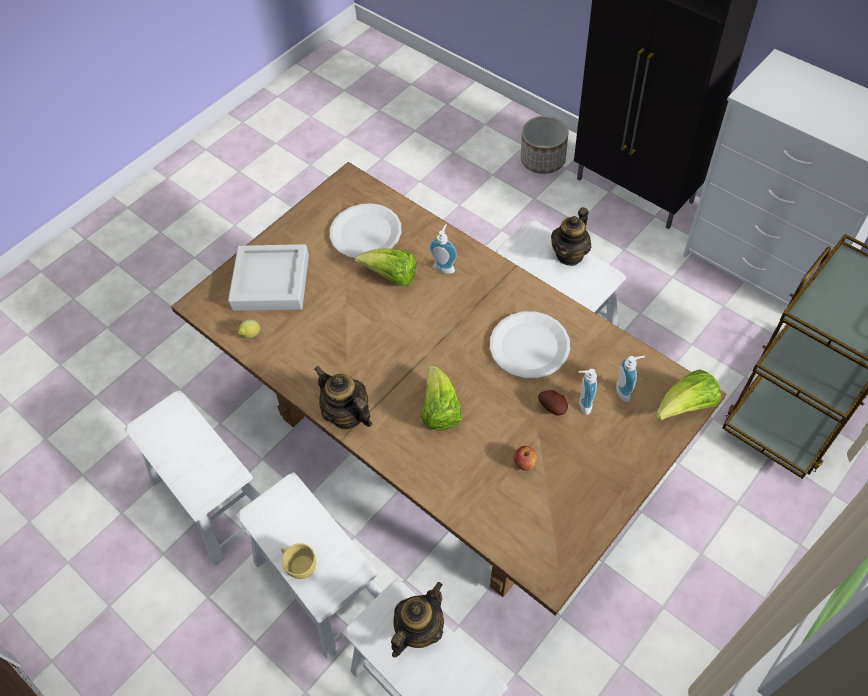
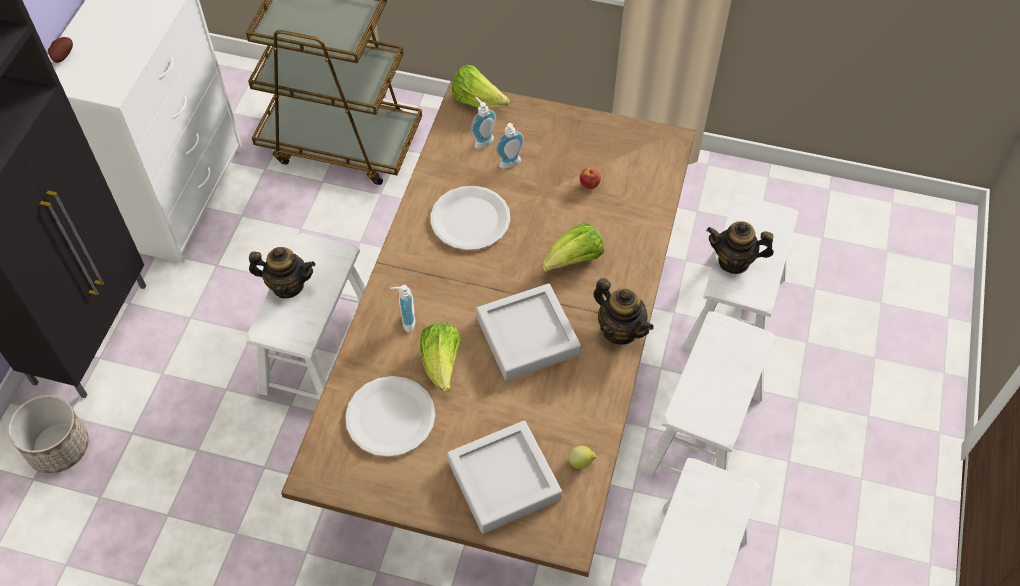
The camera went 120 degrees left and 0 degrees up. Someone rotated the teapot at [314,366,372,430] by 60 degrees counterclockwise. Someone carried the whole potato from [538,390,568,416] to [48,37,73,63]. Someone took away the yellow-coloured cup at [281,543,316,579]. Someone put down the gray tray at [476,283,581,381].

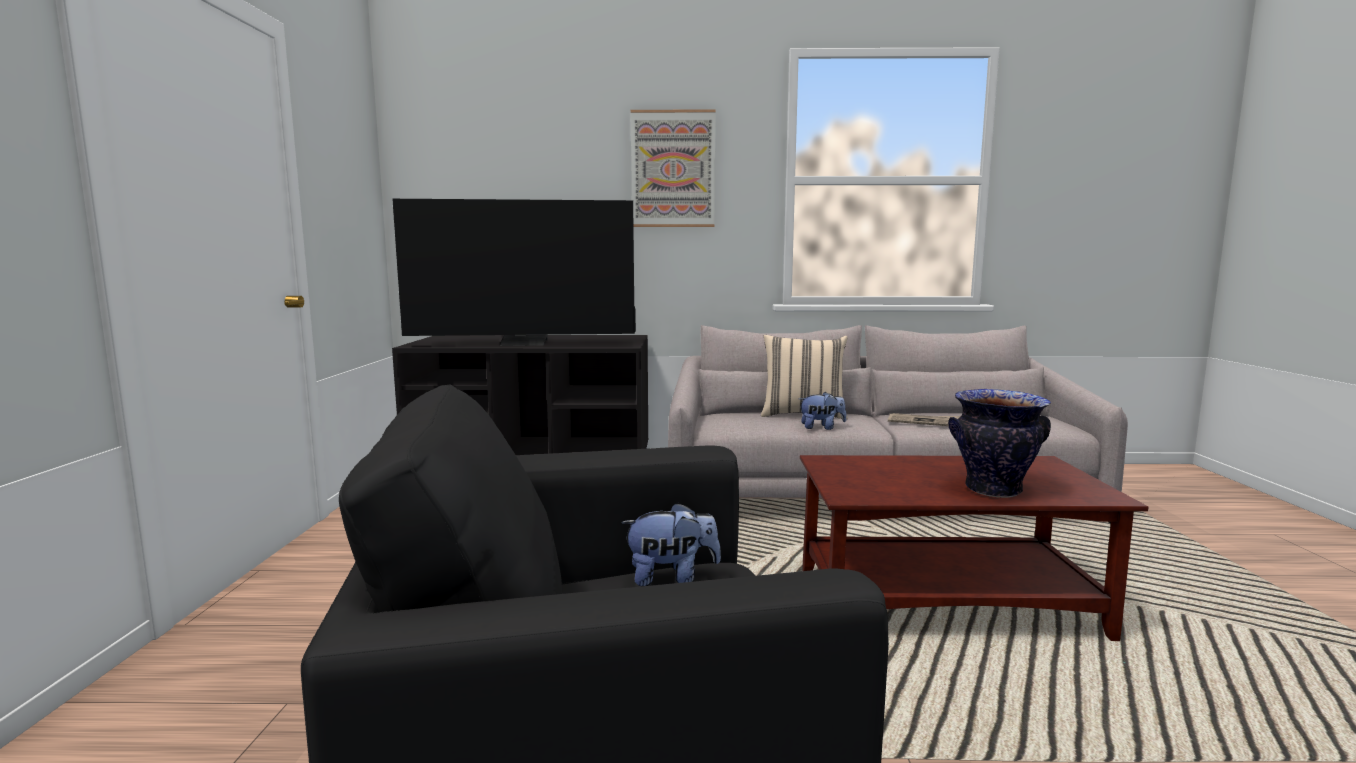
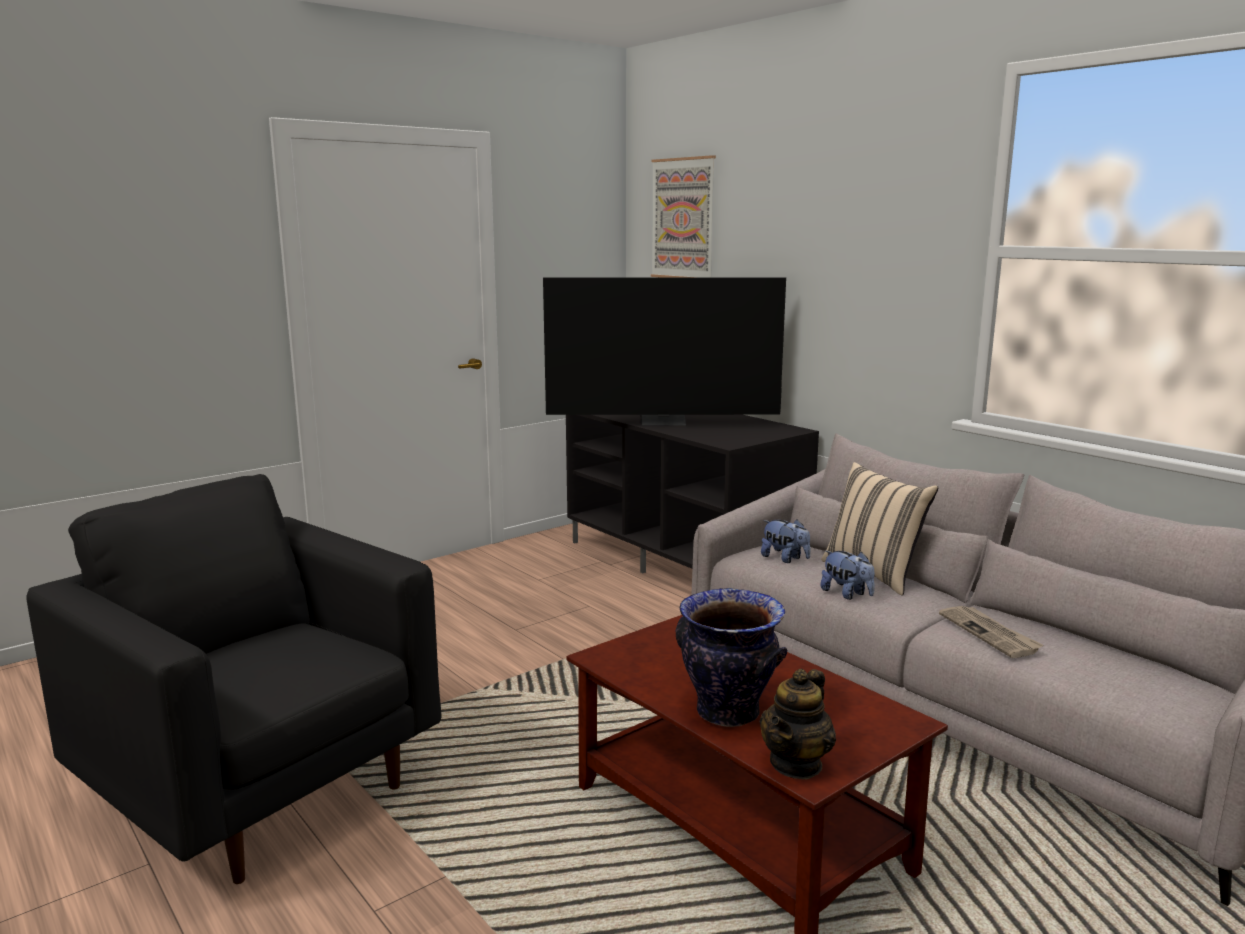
The camera went 50 degrees right and 5 degrees up. Someone carried the wall art from [631,110,716,227] to [651,155,716,278]. Someone rotated the TV set at [392,199,636,346] by 45 degrees counterclockwise. Someone carried the cuddly toy from [621,502,721,586] to [761,519,811,563]. Someone put down the teapot at [760,669,836,780].

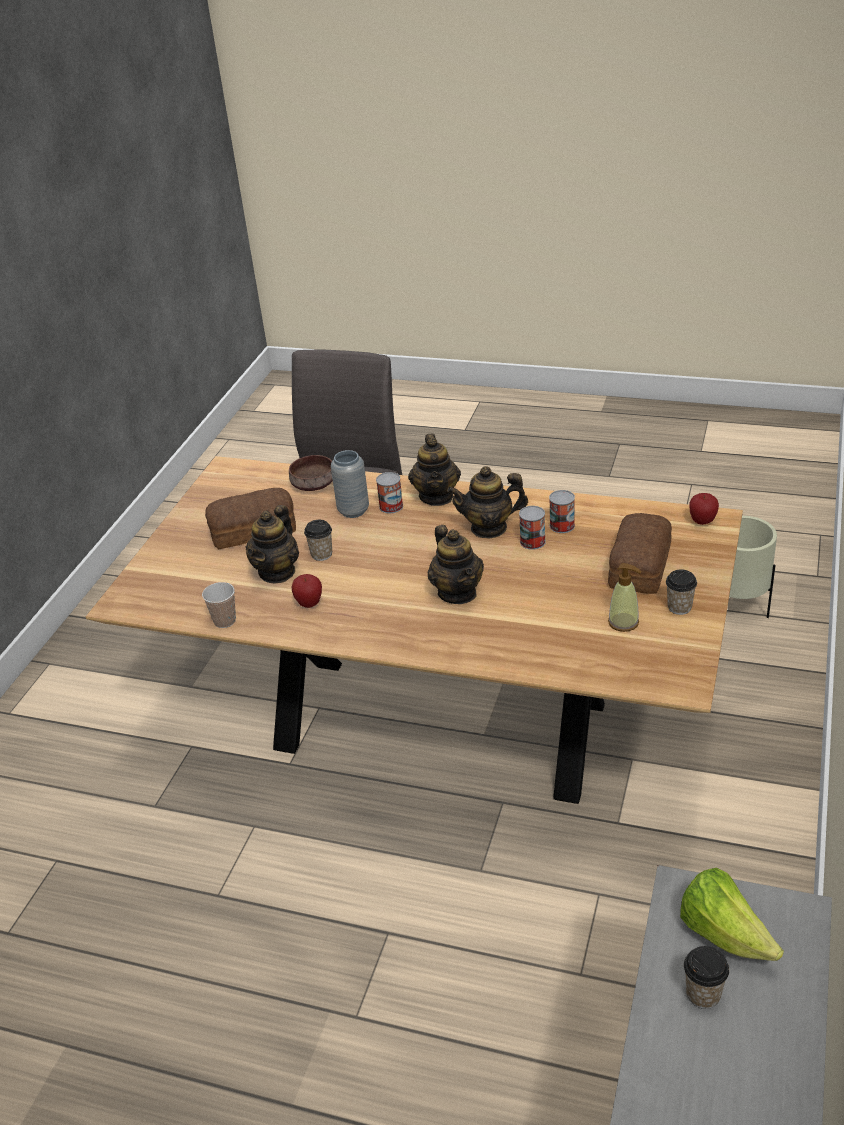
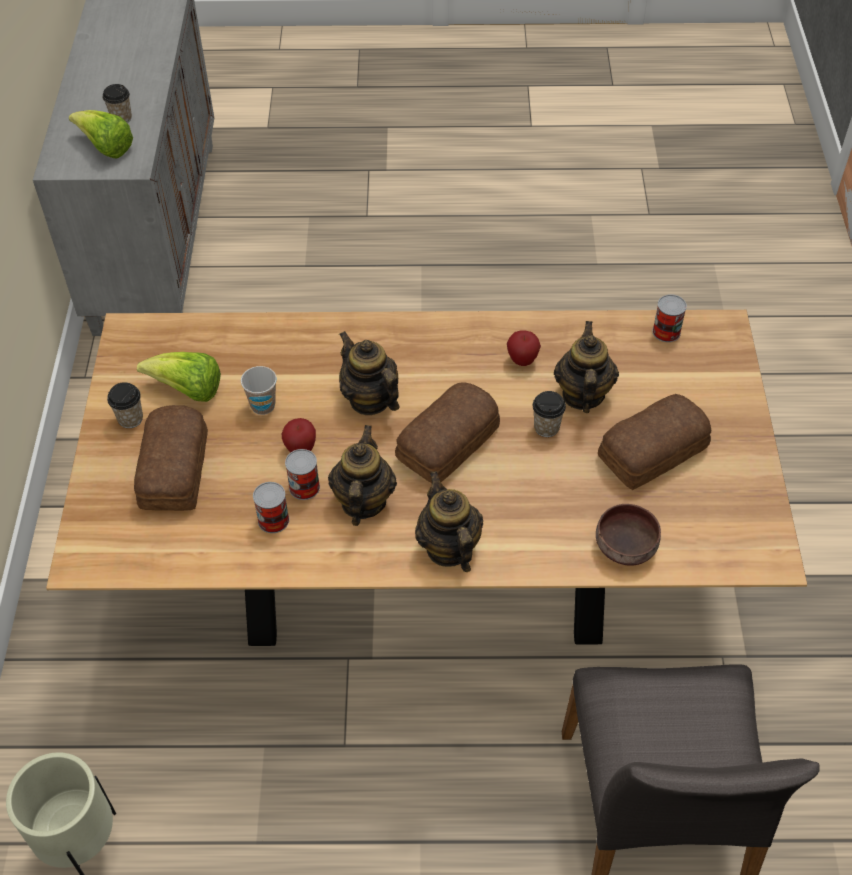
The camera went 160 degrees right and 15 degrees up. Someone took away the gray decorative vase at [331,450,369,518]. Someone rotated the teapot at [447,466,528,538] by 60 degrees counterclockwise. Someone carried the sealed can from [376,472,403,513] to [652,294,687,342]. Someone carried the whole apple from [689,493,719,525] to [281,418,316,453]. Someone swapped the soap bottle at [608,563,642,632] for the lettuce head at [137,352,221,402]. Someone carried the cup from [202,582,236,628] to [241,366,277,415]. Someone put down the bakery bread at [395,382,500,483].

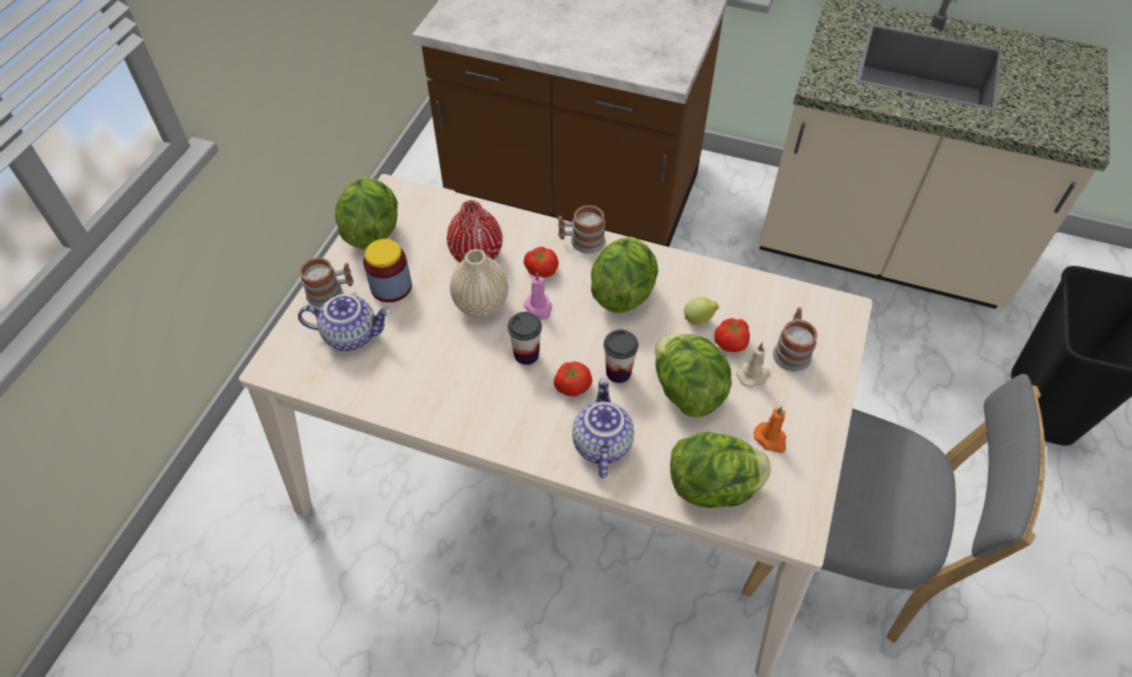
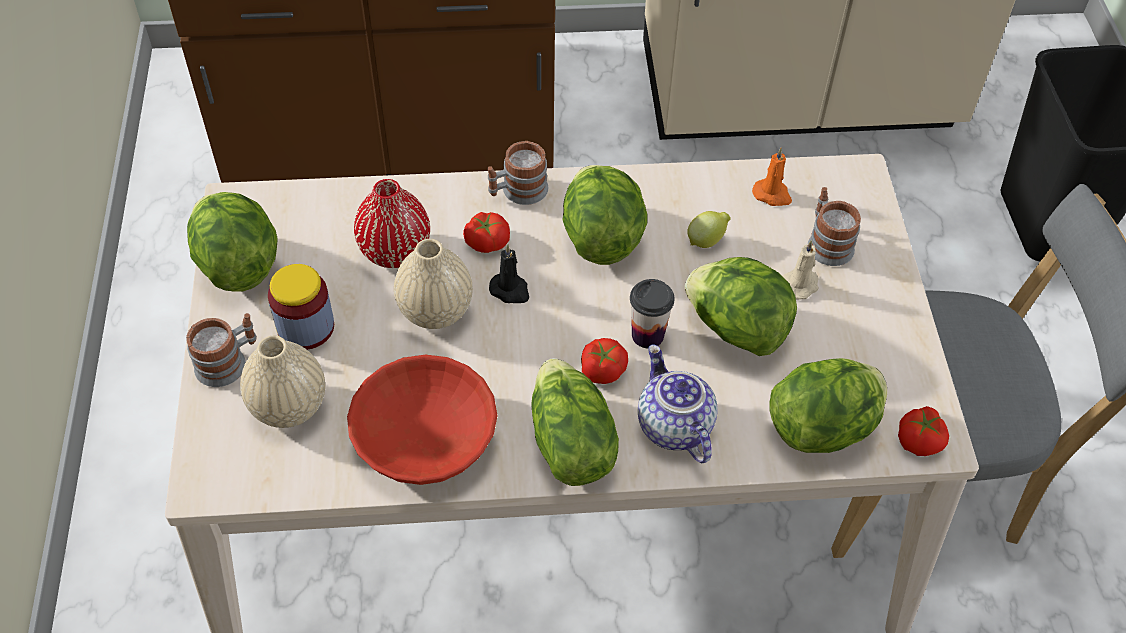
The camera went 25 degrees left and 0 degrees up. Someone repainted the pink-coloured wax candle at [523,272,552,320], which became the blackish wax candle at [489,244,529,303]. Someone swapped the teapot at [298,294,391,351] for the sand-coloured decorative vase at [240,336,325,428]. Someone took away the cup at [508,312,542,365]. Someone carried the whole tomato from [714,318,750,352] to [898,406,949,456]. Someone carried the orangey wax candle from [753,406,786,453] to [752,148,792,206]. Someone put down the red-coloured deep dish at [347,355,497,485]. Someone put down the lettuce head at [531,358,619,486].

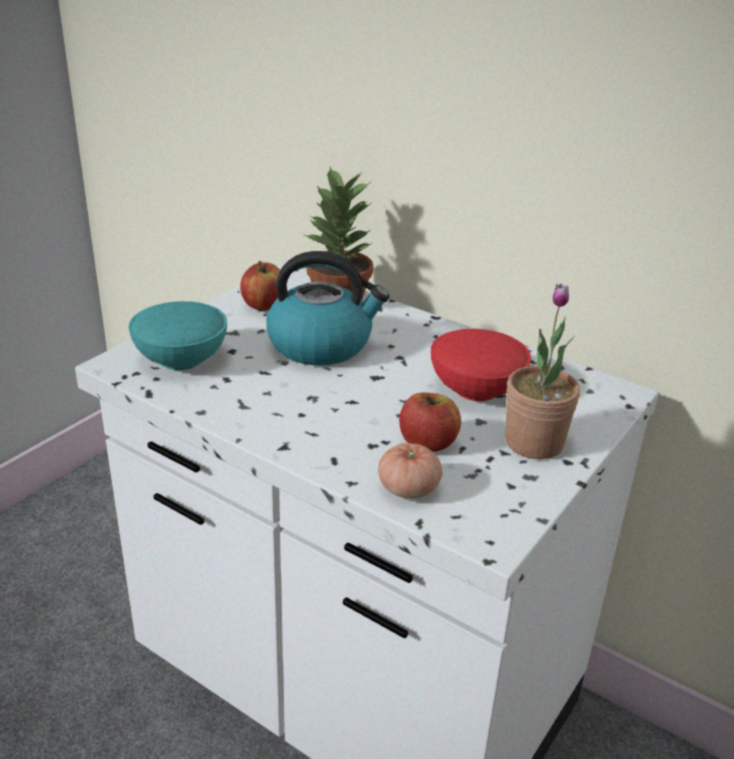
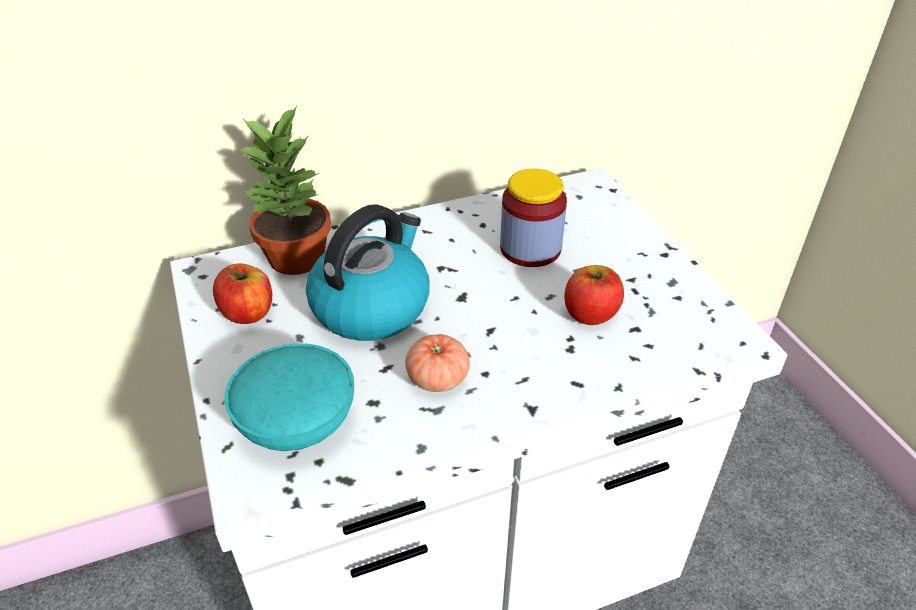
The camera went 55 degrees left and 10 degrees up. Someone took away the potted plant at [506,283,580,459]. Someone swapped the red-coloured deep dish at [431,329,531,401] for the storage jar at [500,169,567,267]. Someone carried the whole tomato from [378,443,442,499] to [405,334,470,392].

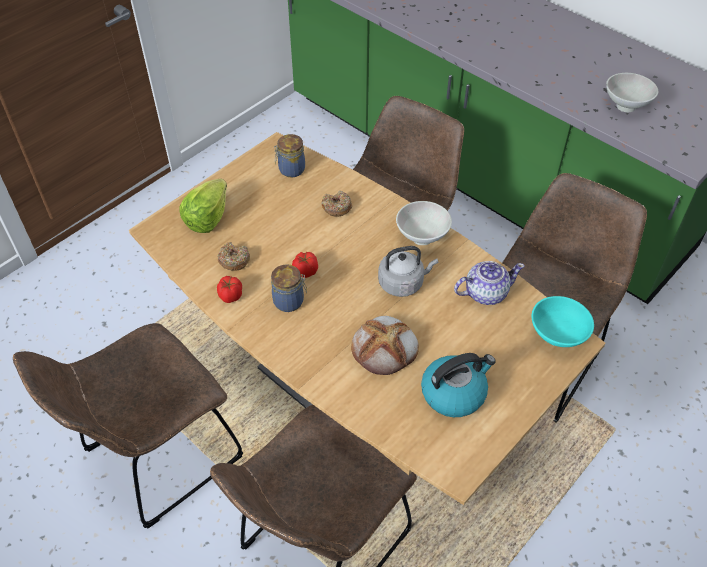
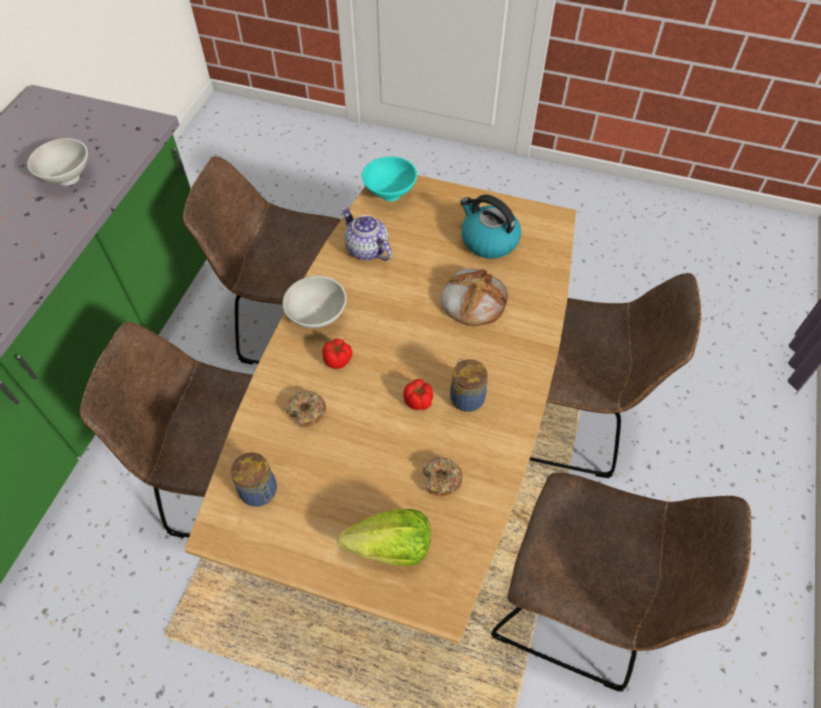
The camera went 115 degrees left and 5 degrees up. Someone took away the gray water kettle at [378,246,438,297]. Someone carried the whole tomato from [217,276,242,303] to [322,339,352,369].

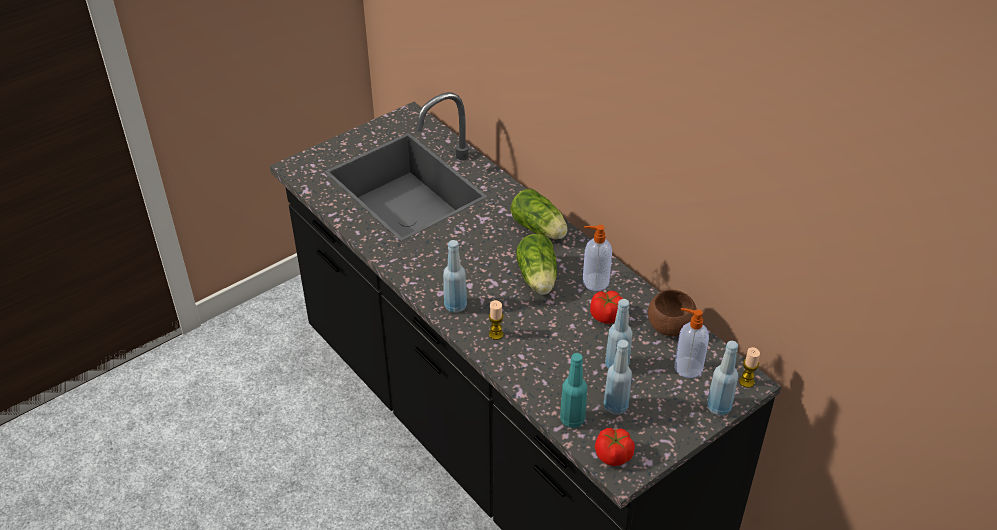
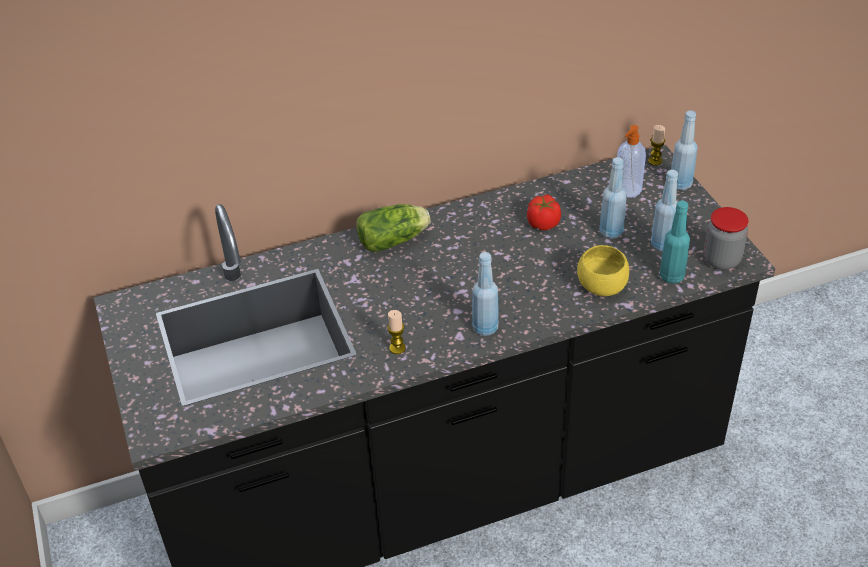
The camera went 70 degrees left and 0 degrees up. Someone took away the soap bottle at [583,225,612,291]. Someone took away the lettuce head at [516,234,557,295]. Someone took away the brownish deep dish at [648,289,697,336]. Someone carried the wax candle from [489,300,504,340] to [387,310,406,354]. Someone swapped the whole tomato at [595,428,635,466] for the storage jar at [704,207,749,270]. Someone put down the yellow-coloured deep dish at [577,245,629,296].

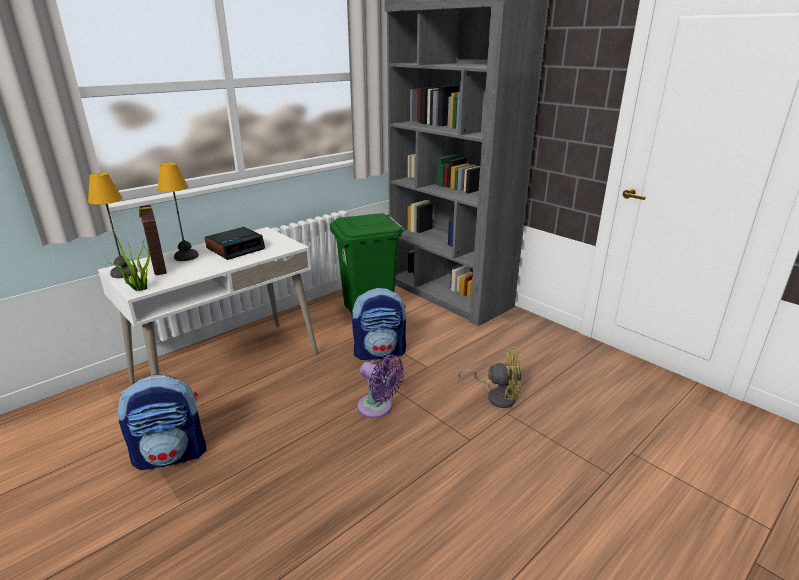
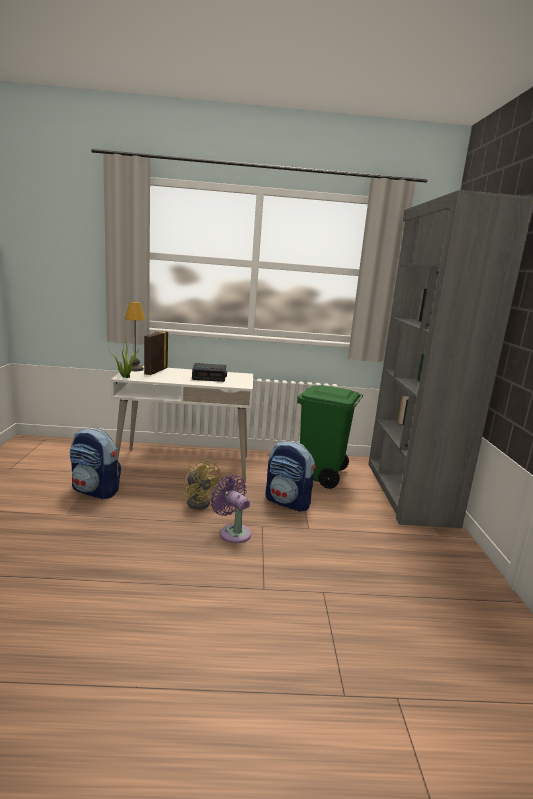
The camera went 40 degrees right and 10 degrees down. Someone took away the tabletop lamp at [158,162,199,261]. Someone carried the yellow-coloured electric fan from [458,347,521,408] to [183,459,221,510]. Someone rotated the purple electric fan at [358,355,404,418] by 150 degrees clockwise.

